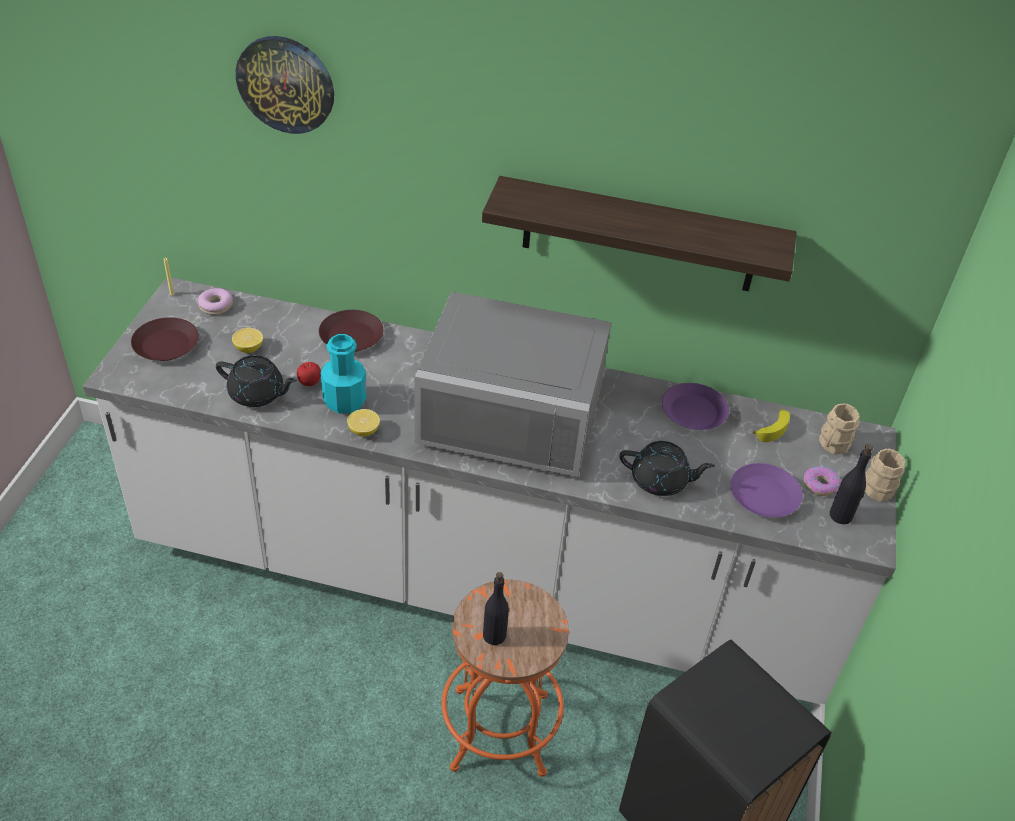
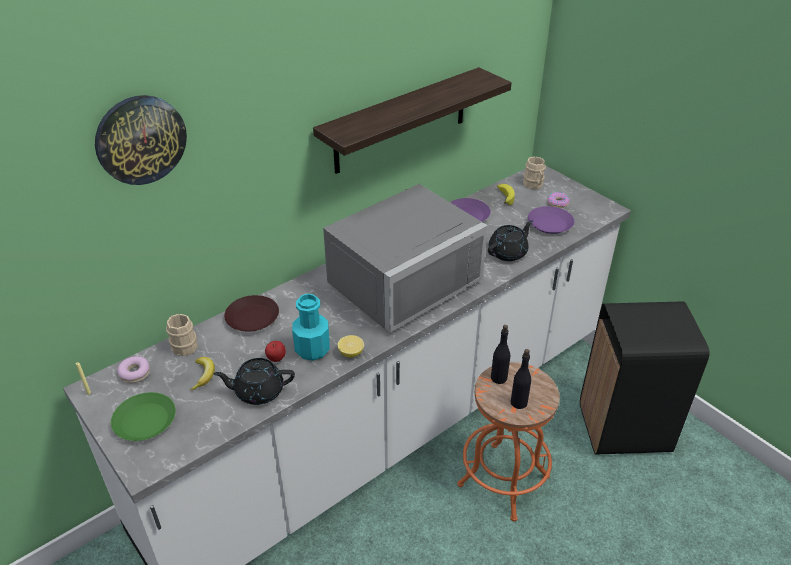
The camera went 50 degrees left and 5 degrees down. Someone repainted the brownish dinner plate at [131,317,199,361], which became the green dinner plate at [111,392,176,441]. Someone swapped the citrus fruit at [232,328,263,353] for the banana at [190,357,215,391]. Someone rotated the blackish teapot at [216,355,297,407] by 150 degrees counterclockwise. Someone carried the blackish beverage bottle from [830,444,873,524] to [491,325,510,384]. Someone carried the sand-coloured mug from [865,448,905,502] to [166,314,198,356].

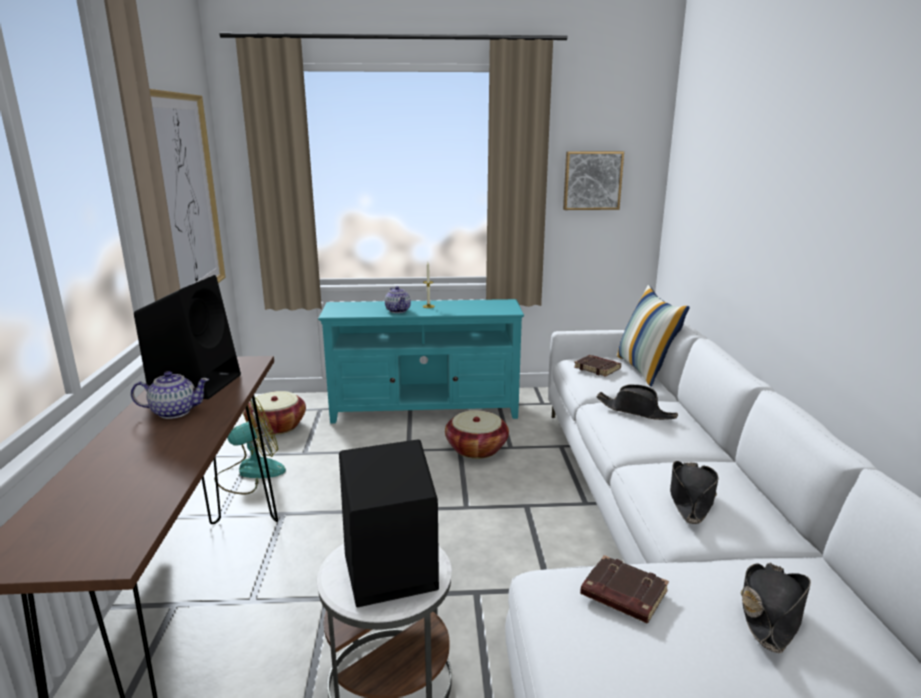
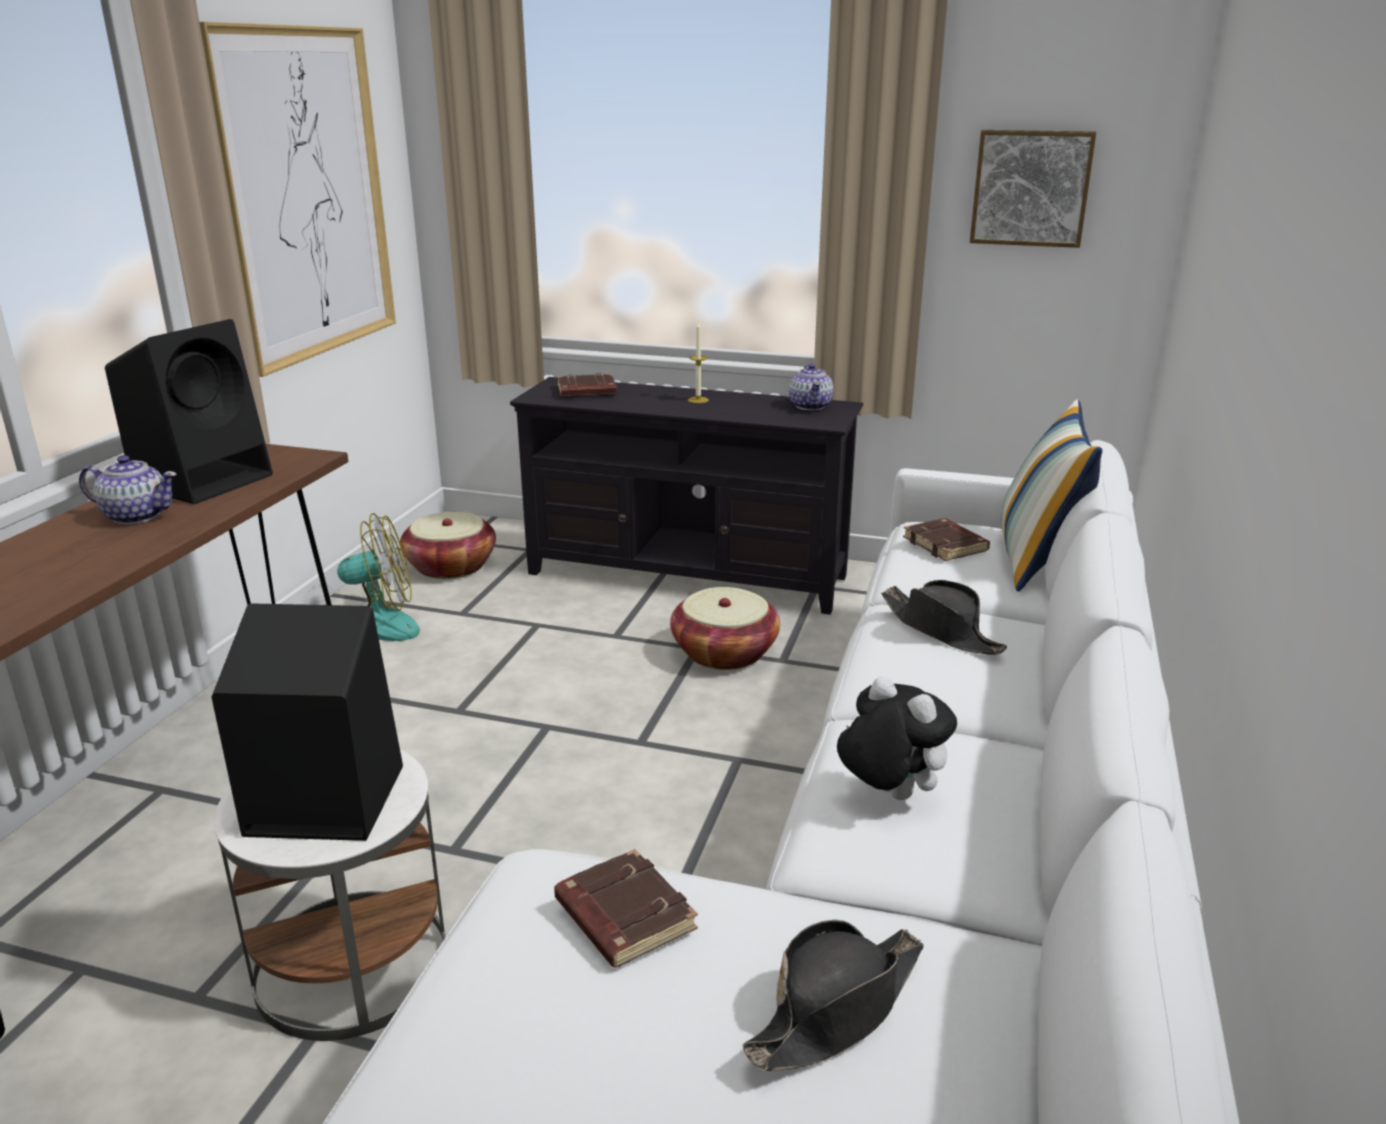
The camera went 20 degrees right and 5 degrees up. Someone carried the teapot from [385,286,411,313] to [789,364,833,410]. Someone repainted the turquoise-coloured media console at [318,299,524,423], which became the blackish media console at [510,377,863,615]. Someone swapped the blackish clothing hat at [670,461,719,524] for the cuddly toy at [837,676,957,800]. Someone put down the brownish book at [557,373,617,397].

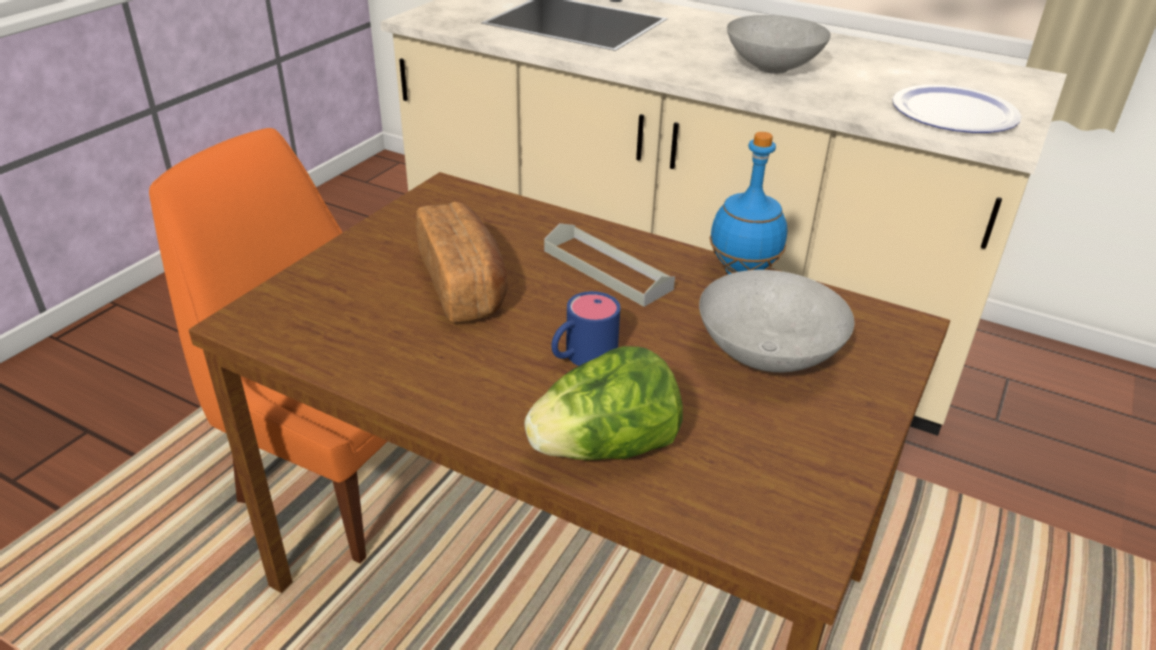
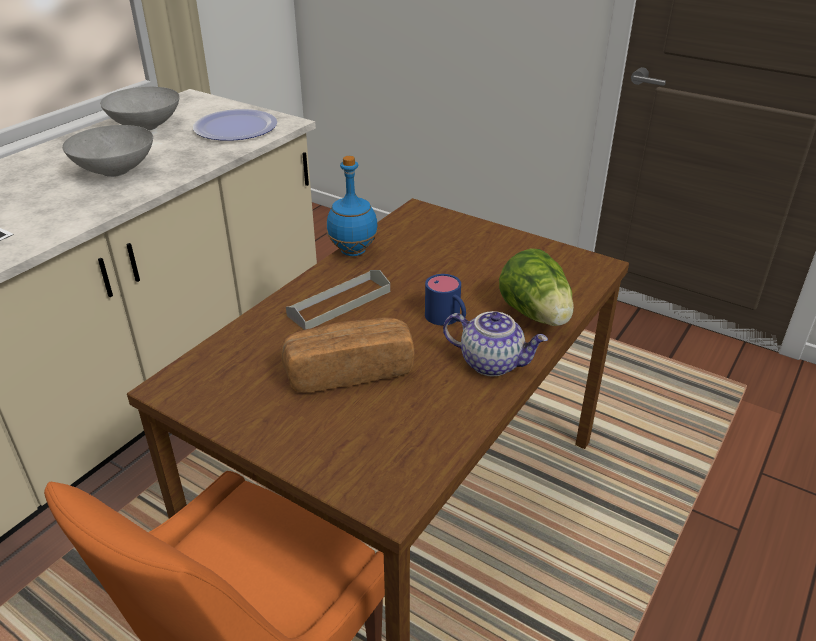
The camera went 85 degrees left and 0 degrees up. Someone carried the gray deep dish from [699,270,854,372] to [100,87,180,131]. Someone put down the teapot at [443,311,548,376].

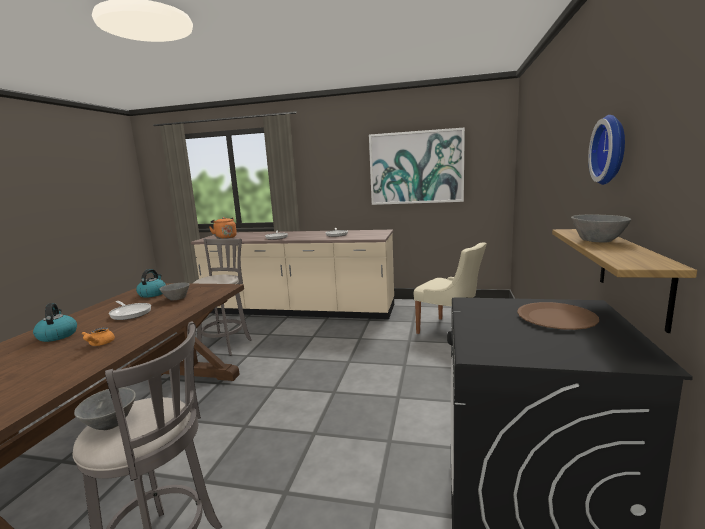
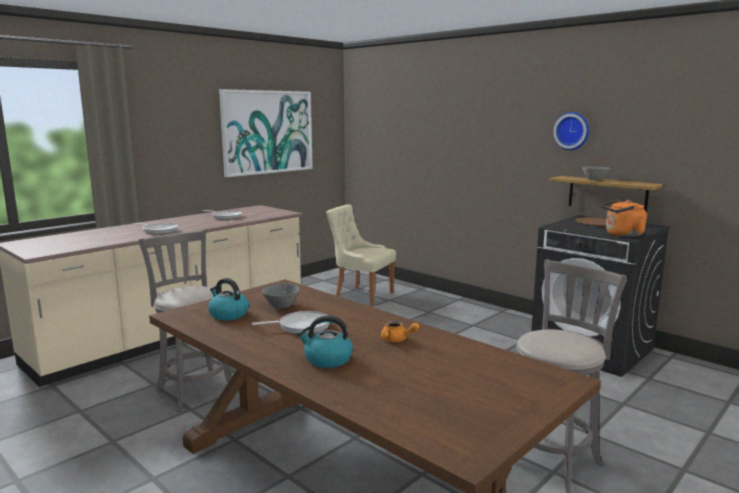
The camera went 60 degrees left and 0 degrees up. Someone carried the orangey water kettle from [209,217,237,239] to [601,200,647,237]. Someone rotated the sand-coloured chair at [414,243,487,334] by 135 degrees counterclockwise. Someone took away the gray deep dish at [74,387,136,430].

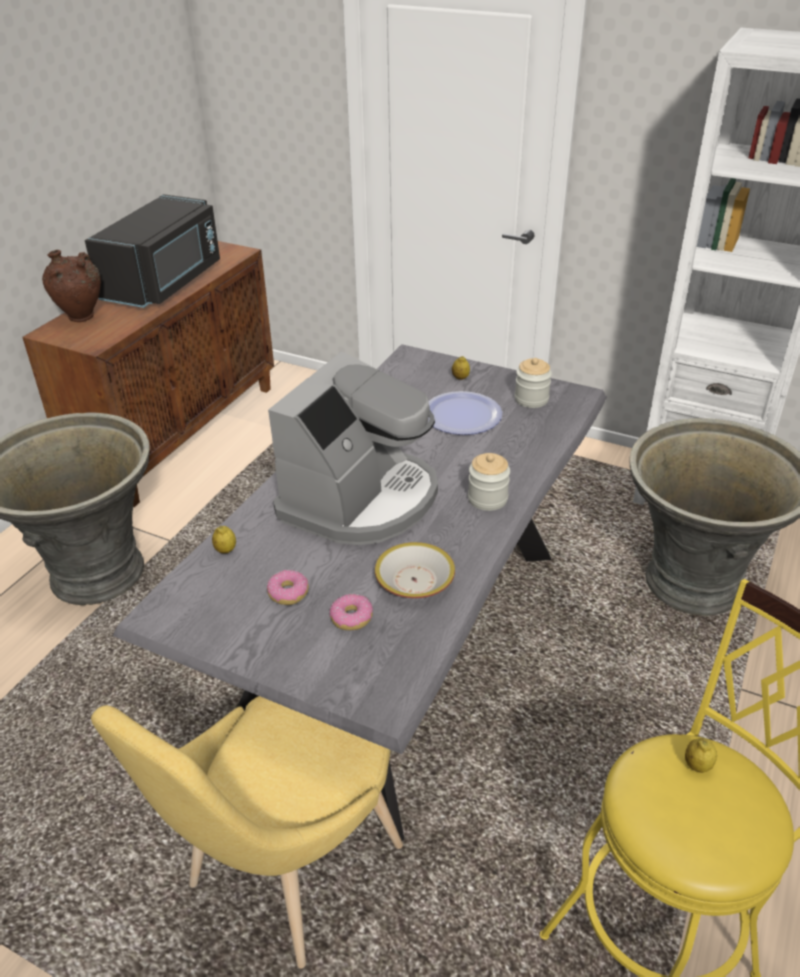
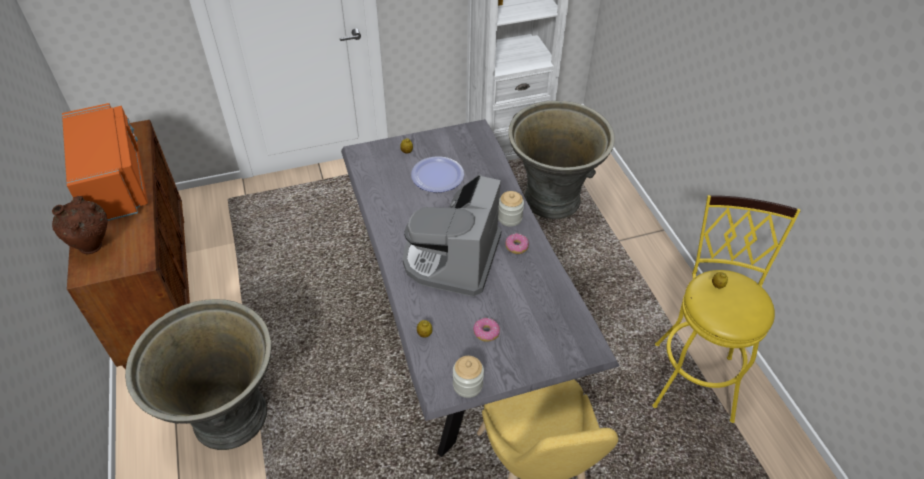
The camera went 45 degrees left and 10 degrees up. Someone repainted the blackish microwave oven at [85,194,220,308], which became the orangey microwave oven at [62,103,148,221]. Someone rotated the coffee maker at [268,351,438,545] by 150 degrees counterclockwise. Someone carried the storage jar from [515,358,552,408] to [453,356,484,398]. Someone took away the deep dish at [375,542,455,598]. Someone carried the donut from [330,594,373,630] to [505,233,529,254].

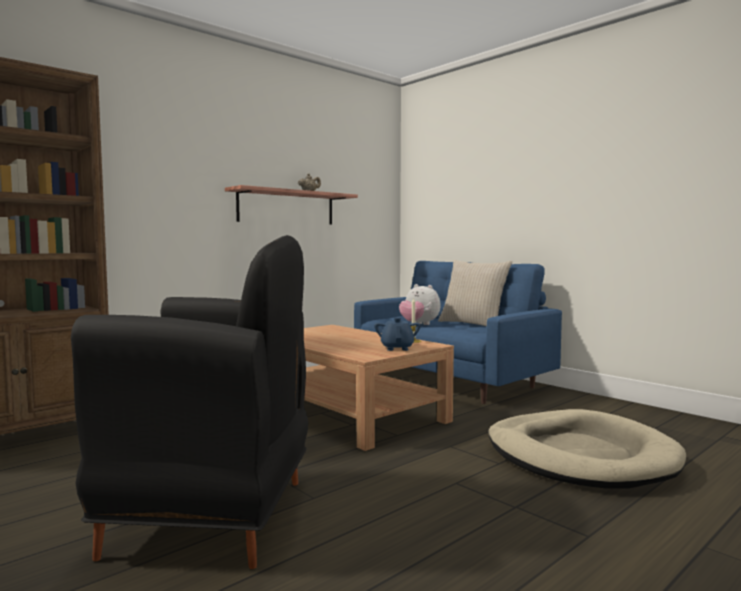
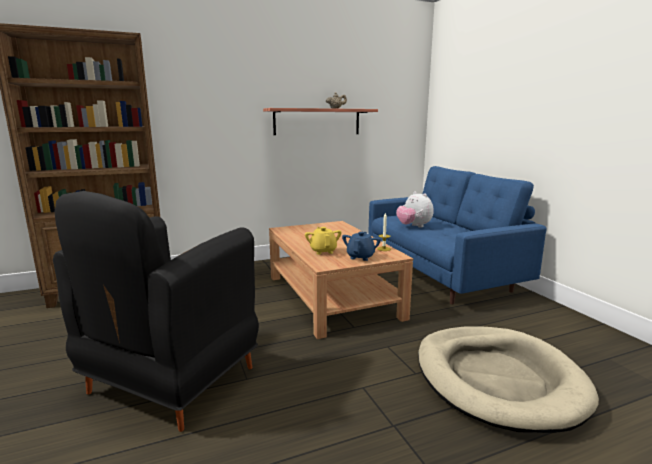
The camera went 20 degrees right and 10 degrees up. Someone rotated the blackish easy chair at [71,235,308,569] by 90 degrees clockwise. Someone took away the sand-coloured pillow at [438,260,512,326]. Someone put down the yellow-coloured teapot at [305,227,342,255].

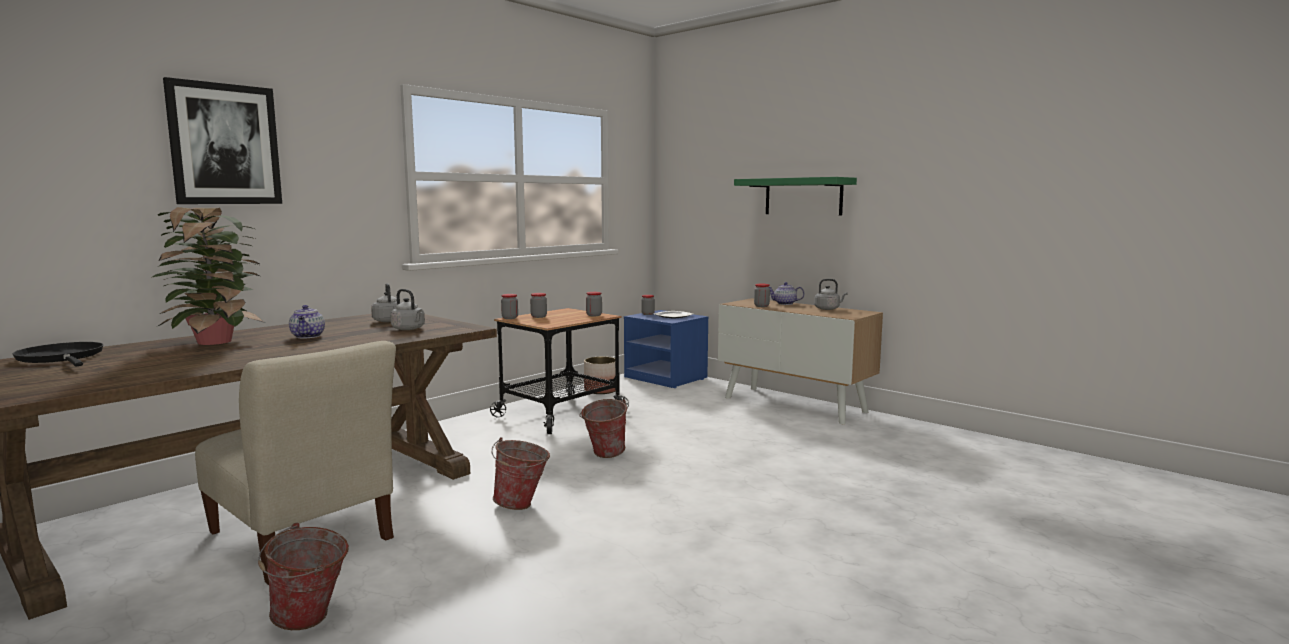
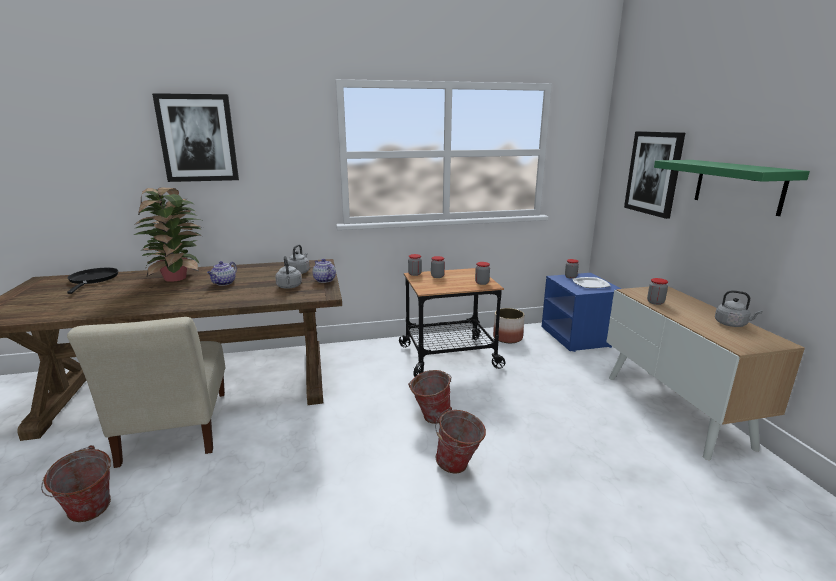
The camera went 35 degrees right and 10 degrees up. Someone carried the teapot from [769,282,804,305] to [313,259,336,283]. Someone carried the pail from [492,437,550,510] to [435,407,486,474]. Someone put up the wall art at [624,131,685,219].

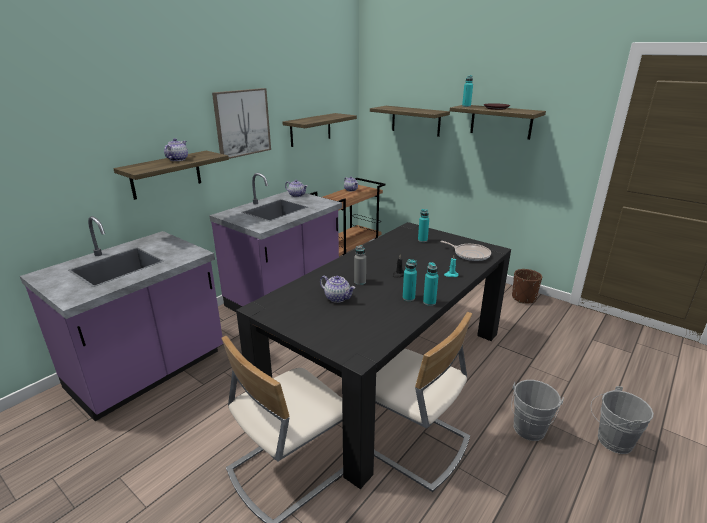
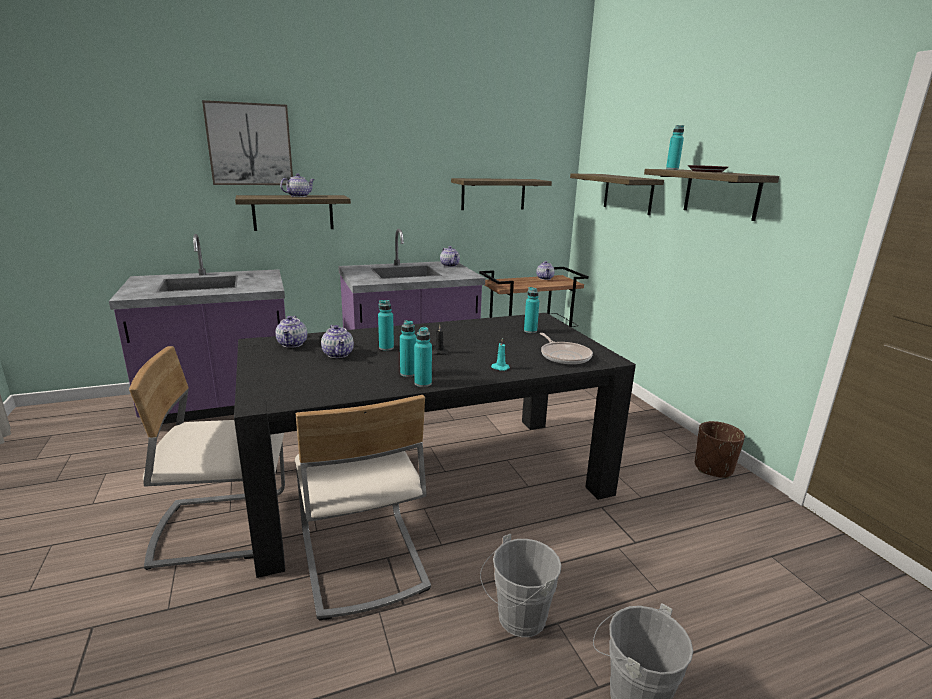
The camera went 30 degrees right and 5 degrees down. Someone carried the wall art from [212,88,271,159] to [202,100,293,185]. Someone repainted the gray beverage bottle at [354,245,366,285], which became the turquoise-coloured beverage bottle at [378,300,394,351]. Someone put down the teapot at [275,316,307,348].

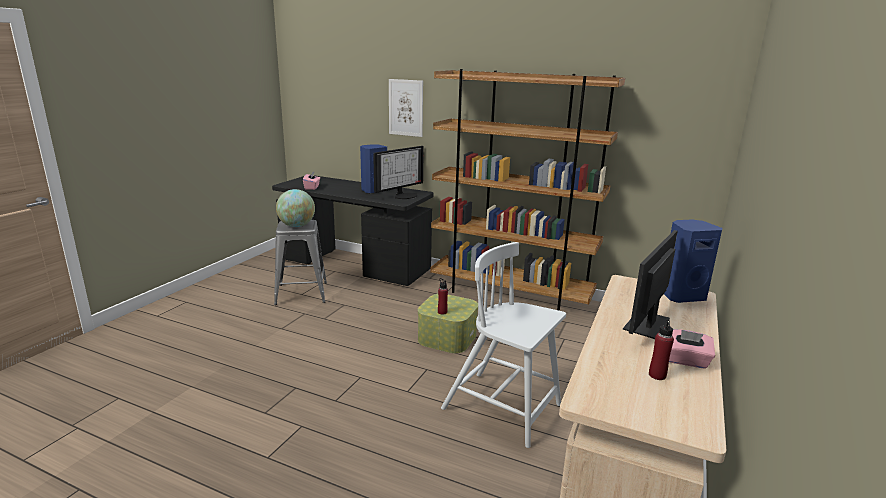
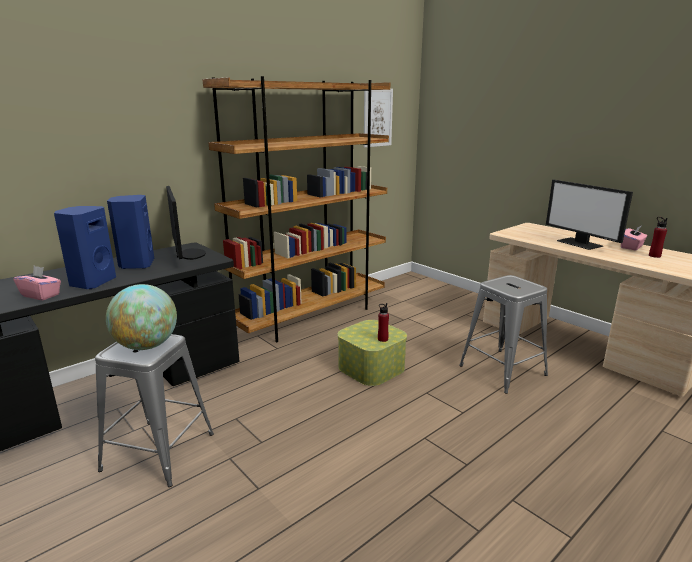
The camera went 65 degrees left and 0 degrees up. Someone carried the wall art from [389,79,423,137] to [364,89,393,147]. Someone carried the bluish speaker from [664,220,722,303] to [54,206,116,289]. Someone swapped the whitish chair at [441,242,566,448] for the gray stool seat at [459,275,548,394].

